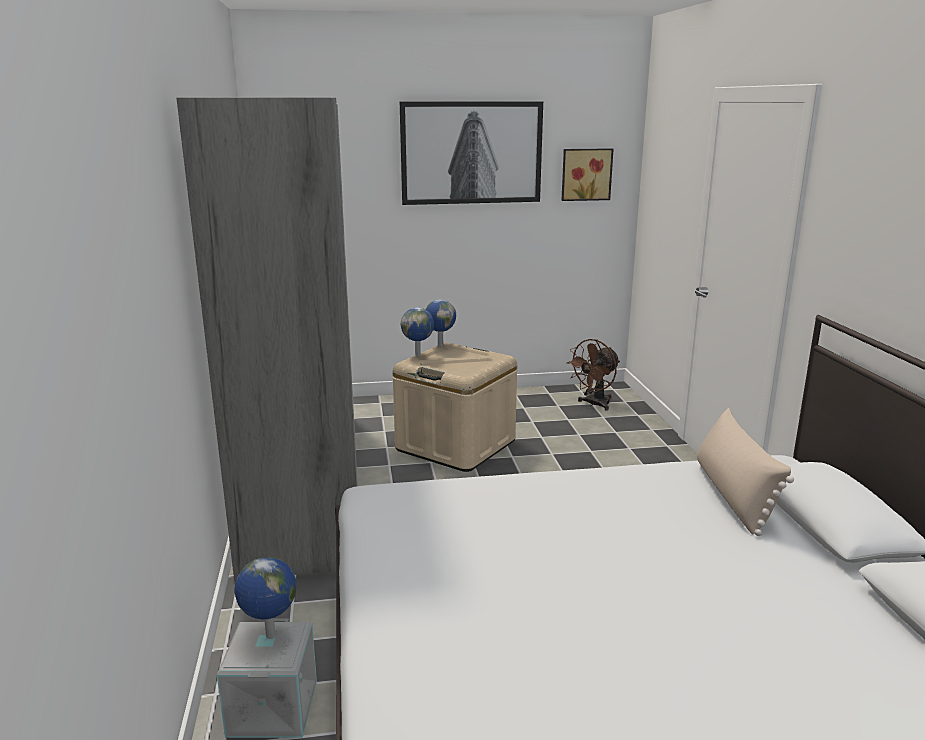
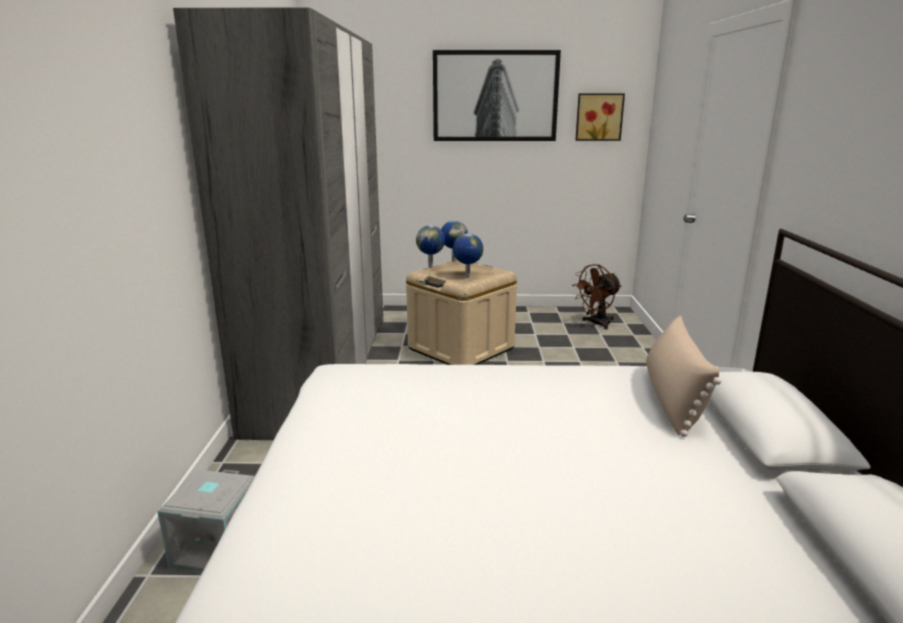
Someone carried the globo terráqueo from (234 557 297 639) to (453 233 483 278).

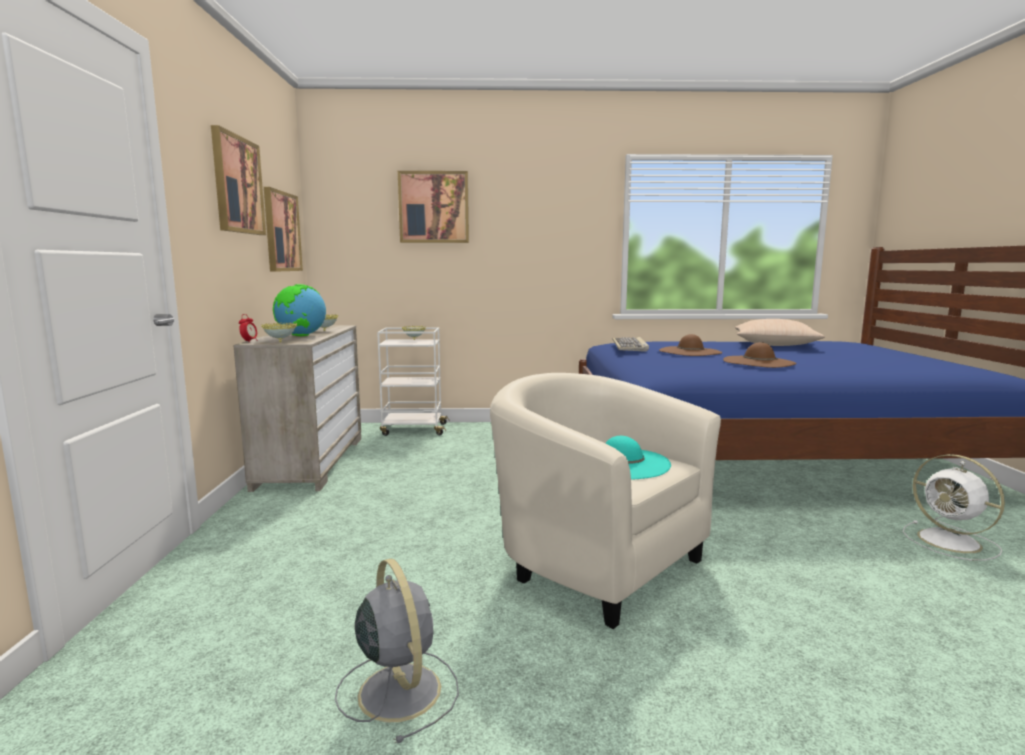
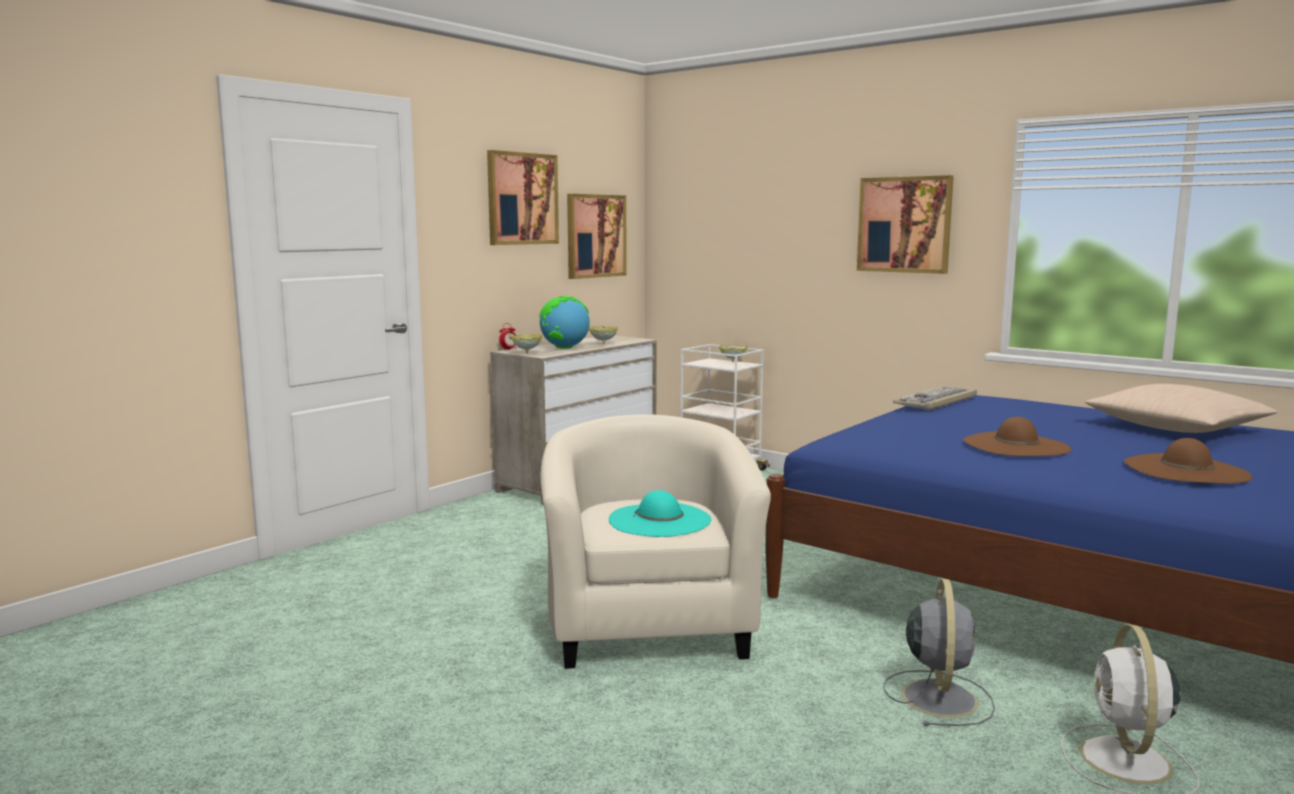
Someone carried the cuadro from (398 171 469 243) to (857 175 954 274).
Someone carried the ventilador/gris from (335 559 459 743) to (883 579 995 726).
Someone carried the sombrero/marrón from (659 334 722 356) to (1124 438 1252 484).

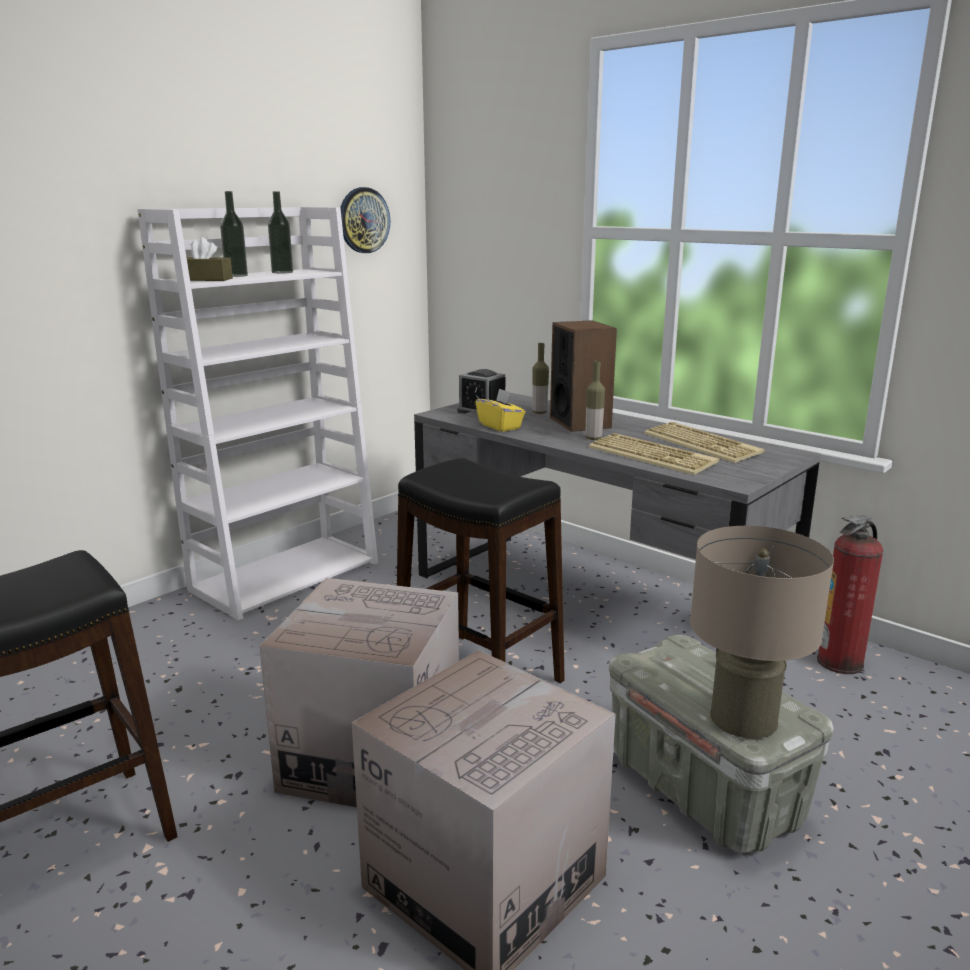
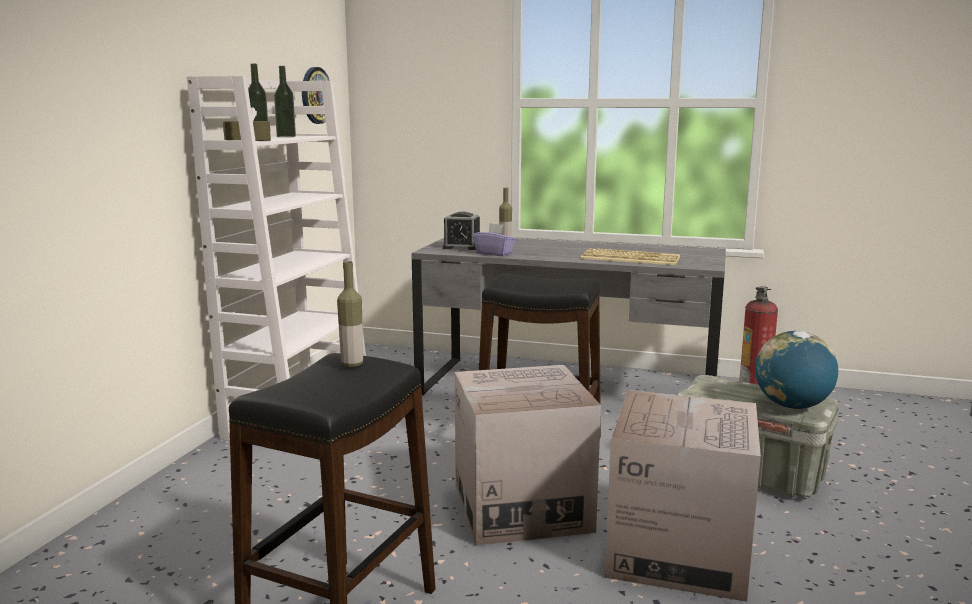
Someone carried the botella from (585 361 605 440) to (337 261 363 367).
Someone repainted the caja de pañuelos/amarillo at (475 388 525 432), which became the caja de pañuelos/morado at (473 223 516 256).
Someone swapped the lámpara de mesa/beis at (690 526 834 739) for the globo terráqueo at (755 331 838 409).
Someone took away the altavoz at (550 320 617 432).
Someone took away the teclado at (644 422 765 463).

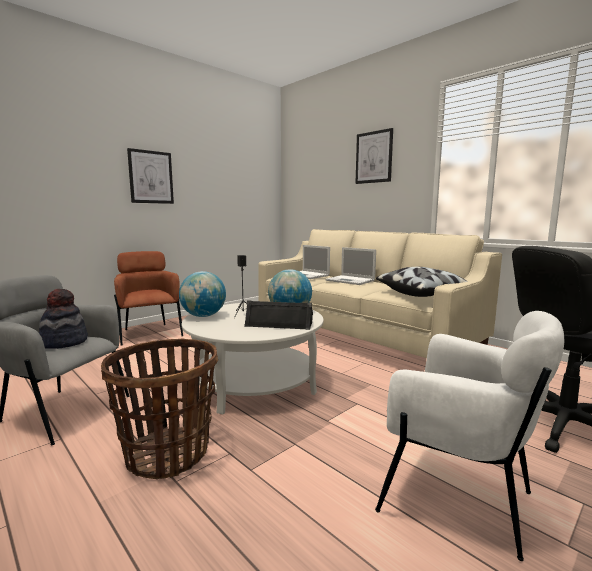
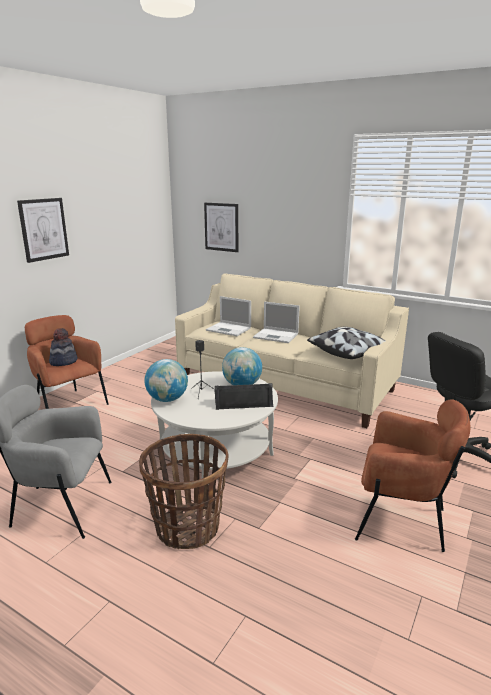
Someone carried the sombrero from (39 289 88 349) to (49 328 78 366).
Someone carried the cuadro from (355 128 393 184) to (204 203 238 252).
Someone repainted the sillón/blanco at (375 311 564 561), which became the sillón/marrón at (355 399 471 552).

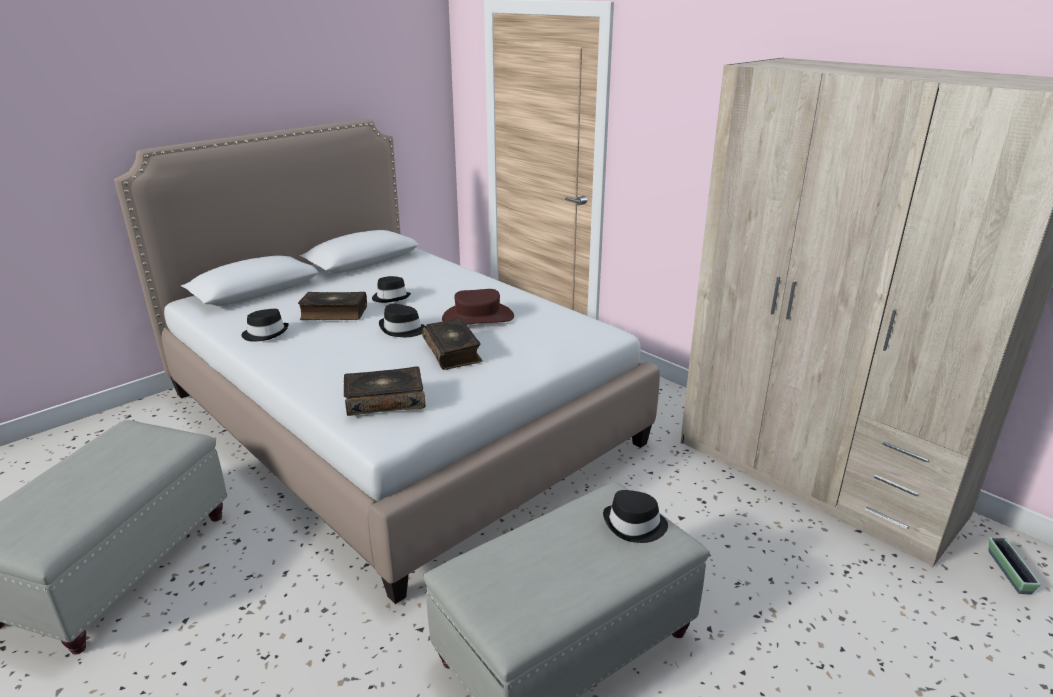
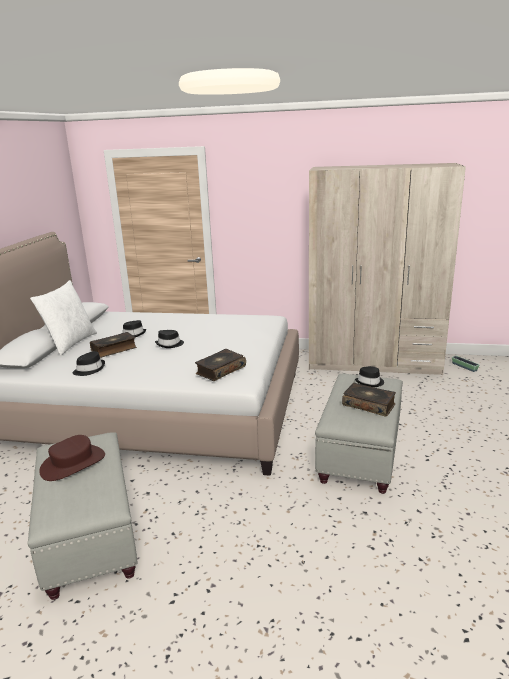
Someone put down the cojín/blanco at (30 280 97 356).
Someone carried the sombrero/marrón from (442 289 514 325) to (39 435 105 481).
Someone carried the libro from (422 318 483 370) to (342 383 396 417).

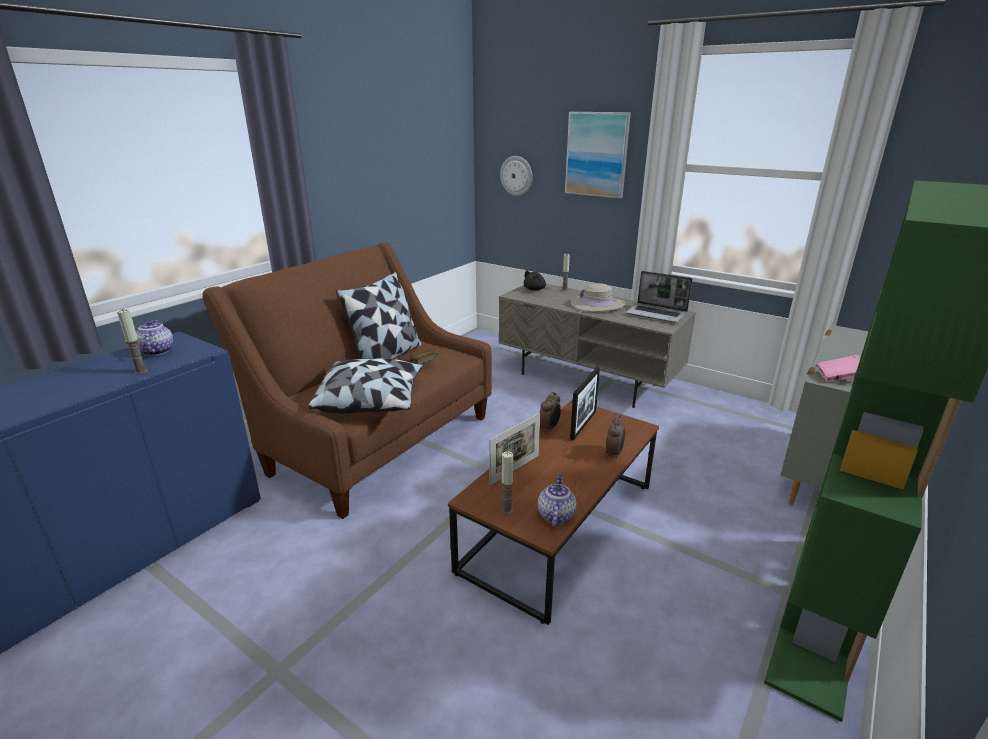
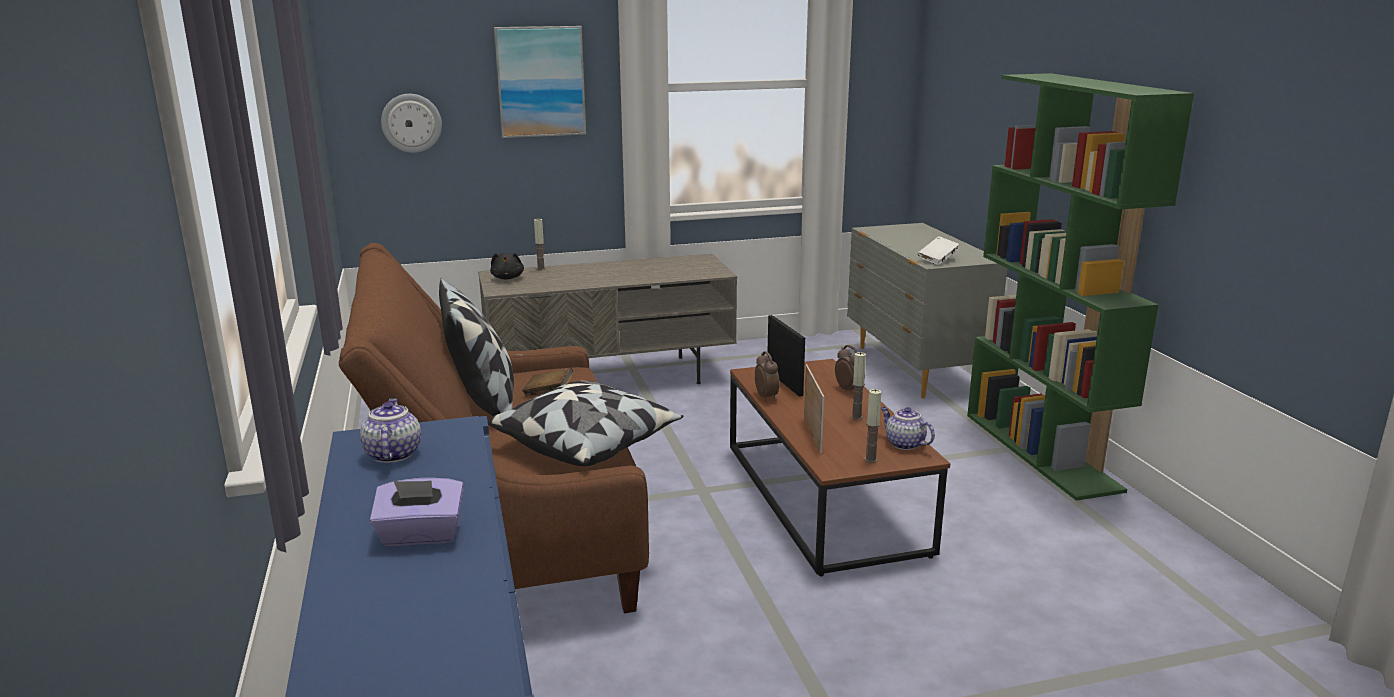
Someone rotated the tetera at (136 320 173 356) by 60 degrees clockwise.
Someone put down the caja de pañuelos/morado at (370 478 464 546).
Someone carried the vela from (117 309 148 374) to (851 352 866 420).
Someone repainted the libro/rosa at (817 355 860 383), which became the libro/blanco at (917 236 959 265).
Someone took away the sombrero/beis at (571 283 625 312).
Someone took away the portátil at (626 271 693 323).

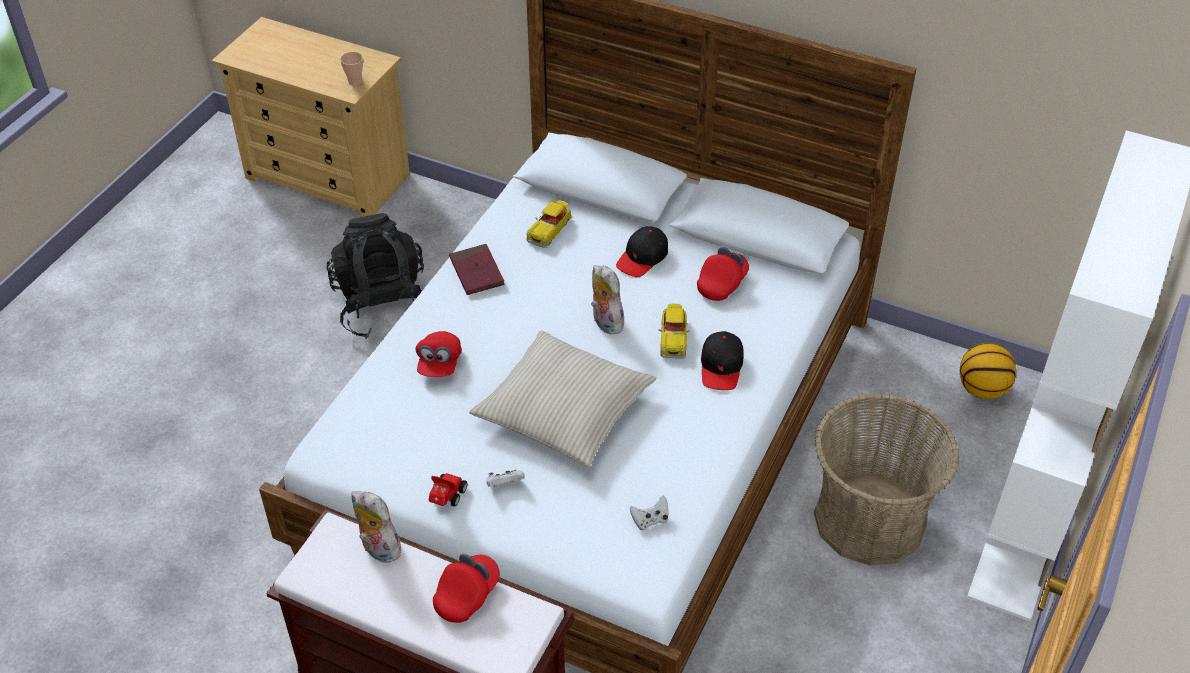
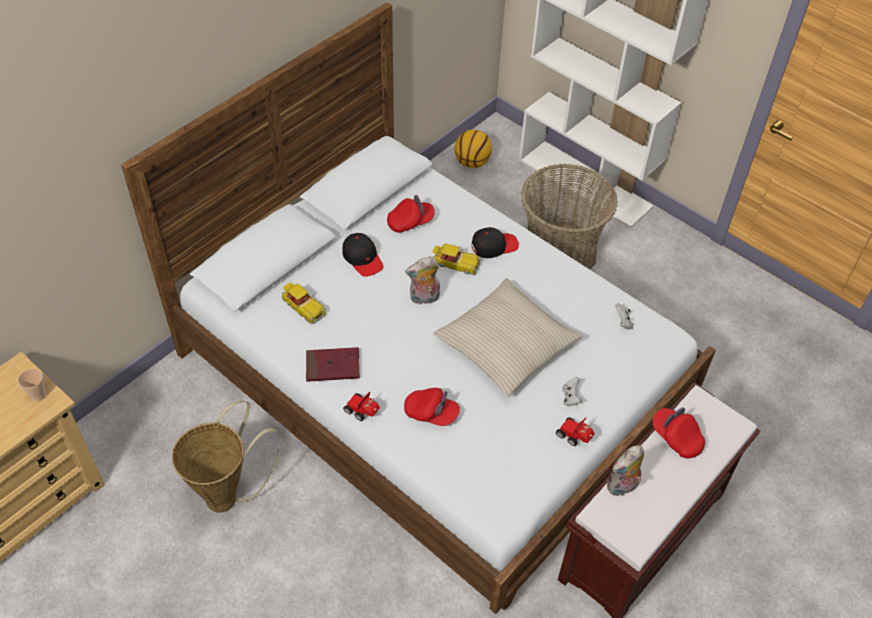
Someone swapped the mochila/negro at (327 213 424 339) for the cesta at (172 400 280 512).
Someone put down the coche de juguete at (343 392 380 421).
Someone rotated the gorra/rojo at (697 247 749 301) by 105 degrees clockwise.
Someone rotated the gorra/negro at (701 331 744 390) by 45 degrees counterclockwise.

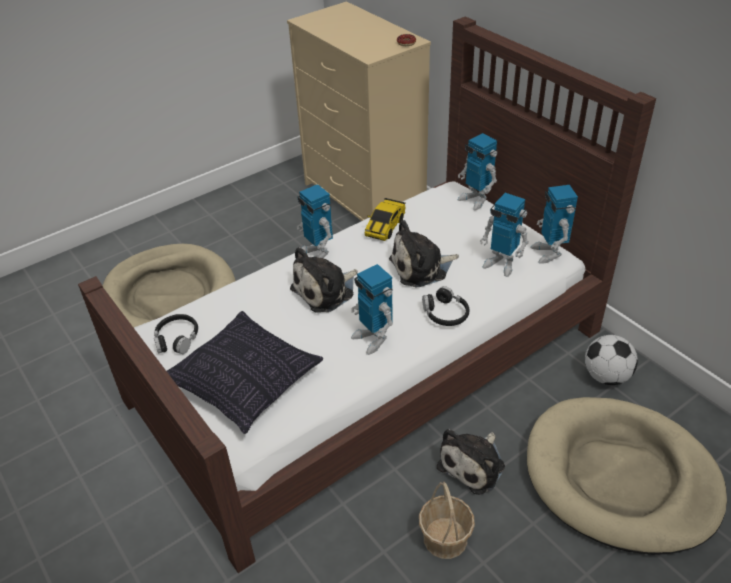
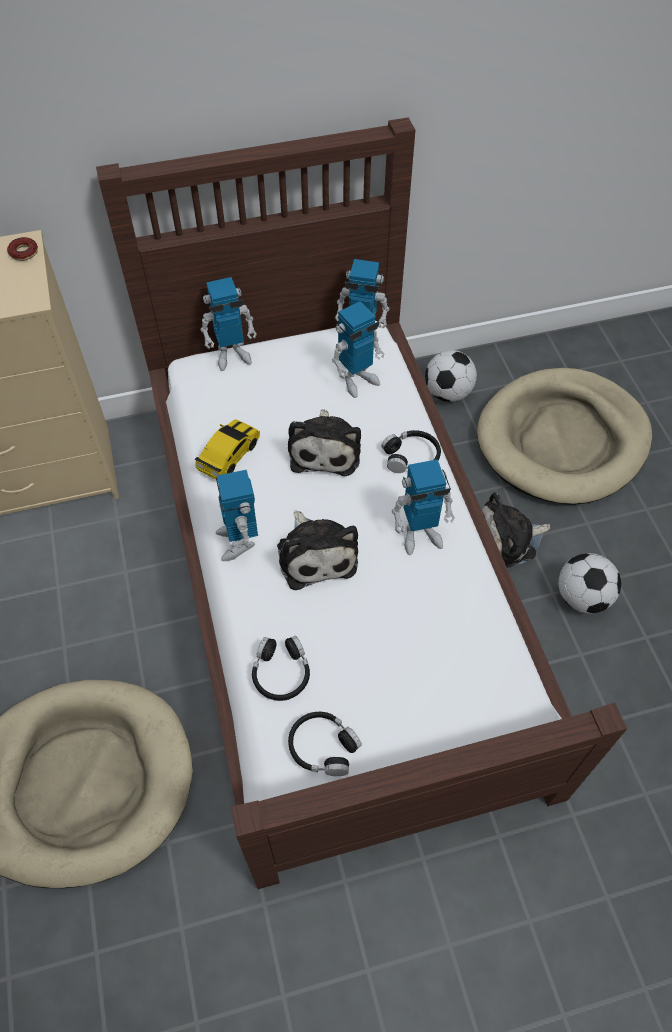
Someone rotated the coche de juguete at (364 198 405 241) by 105 degrees counterclockwise.
Someone rotated the robot de juguete at (297 184 333 258) by 90 degrees clockwise.
Someone put down the auriculares/negro at (252 636 310 701).
Someone rotated the peluche at (437 429 505 495) by 105 degrees clockwise.
Someone swapped the cesta at (419 482 475 559) for the balón de fútbol at (558 553 621 614).
Someone took away the cojín at (167 311 323 434).

